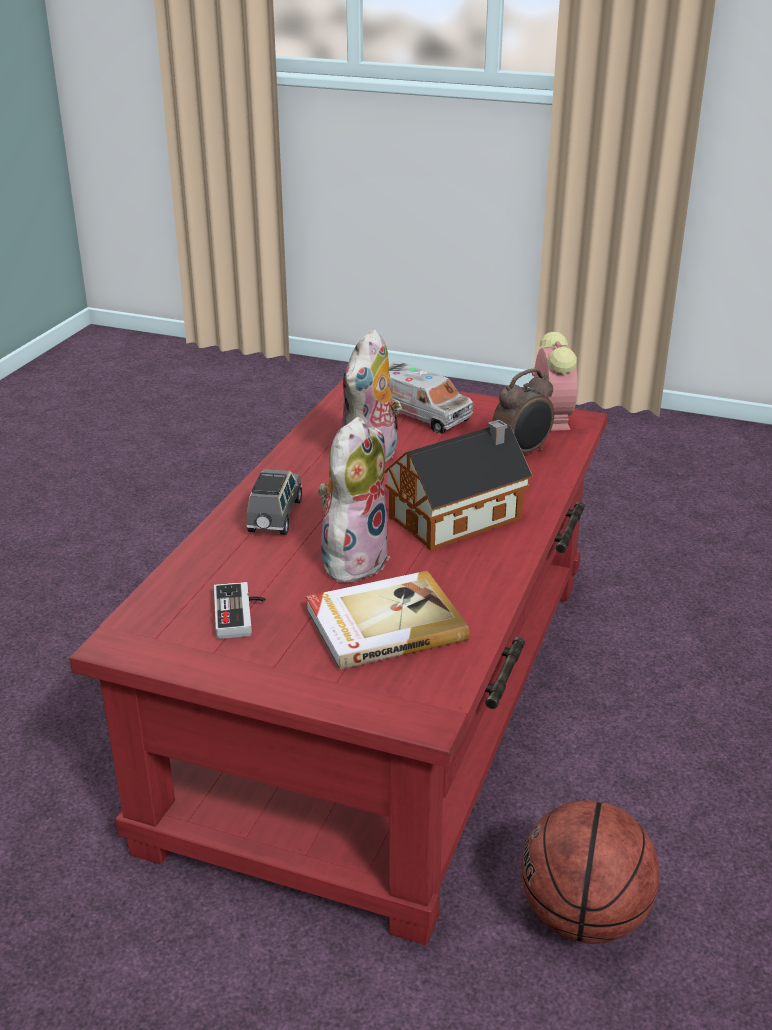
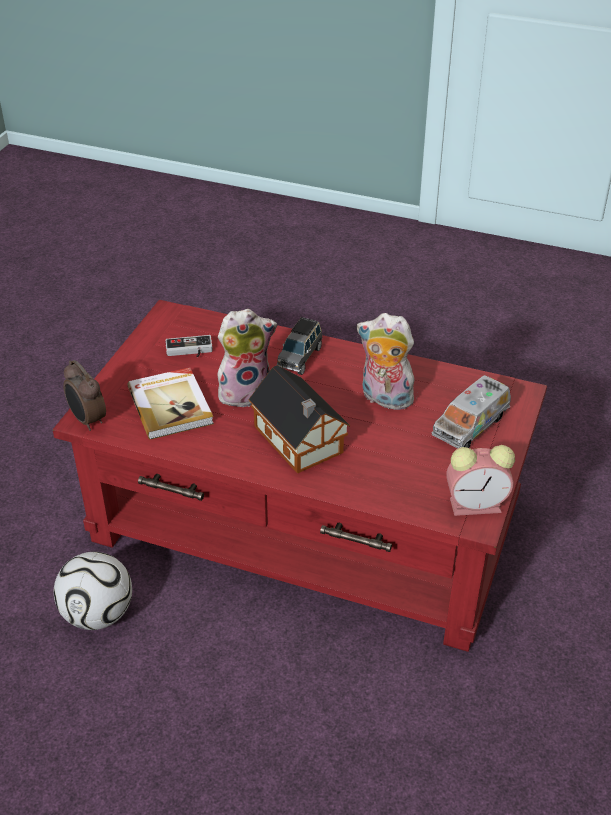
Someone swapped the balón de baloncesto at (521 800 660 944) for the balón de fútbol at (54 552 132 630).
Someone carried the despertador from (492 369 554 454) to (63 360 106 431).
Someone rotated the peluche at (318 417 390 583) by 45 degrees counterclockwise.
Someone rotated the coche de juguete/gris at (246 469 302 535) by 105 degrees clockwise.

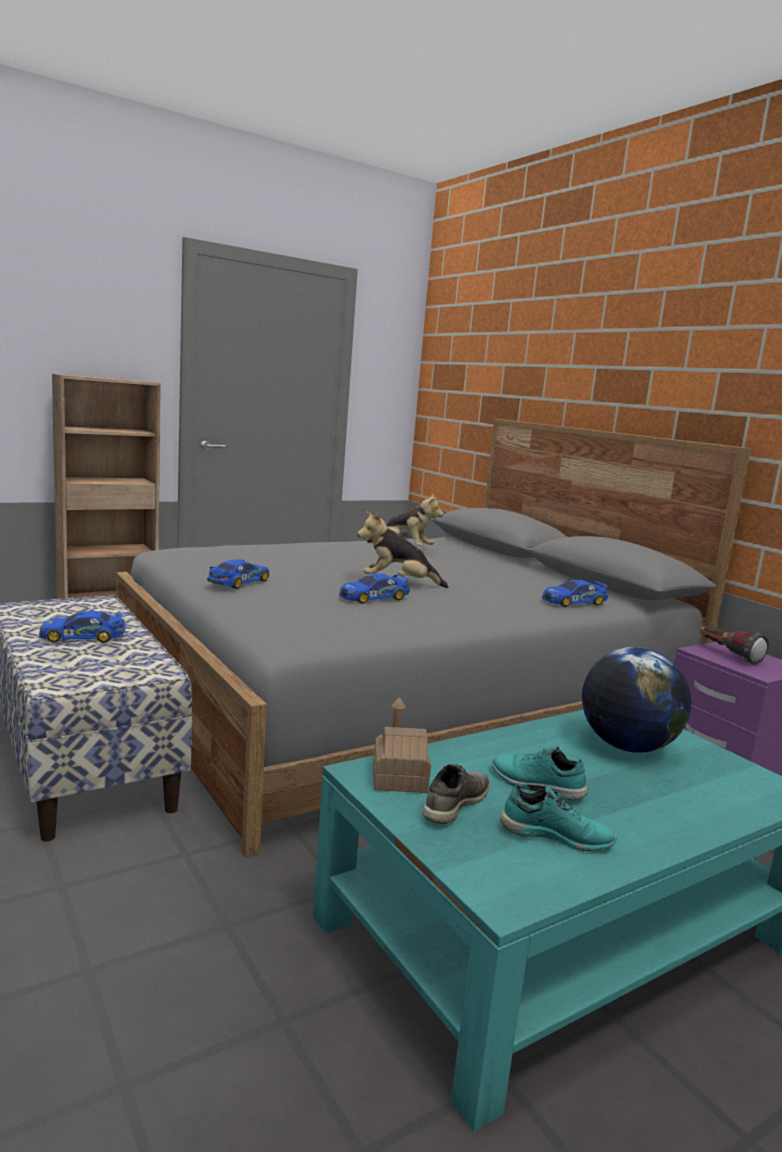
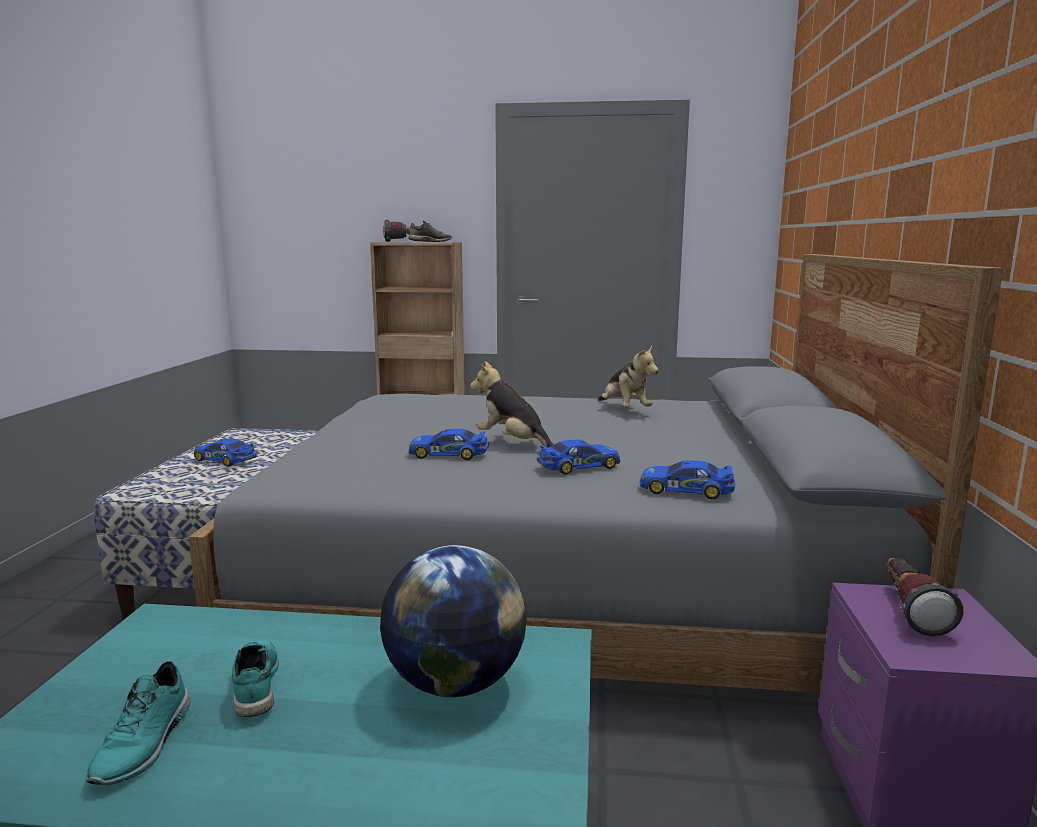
Someone rotated the zapato/turquesa at (500 785 617 851) by 45 degrees clockwise.
Someone put down the linterna at (383 220 420 242).
Someone carried the zapato/gris from (422 764 489 824) to (408 221 452 242).
Someone carried the coche de juguete from (207 559 269 589) to (537 440 621 475).
Someone took away the casita at (373 697 431 793).

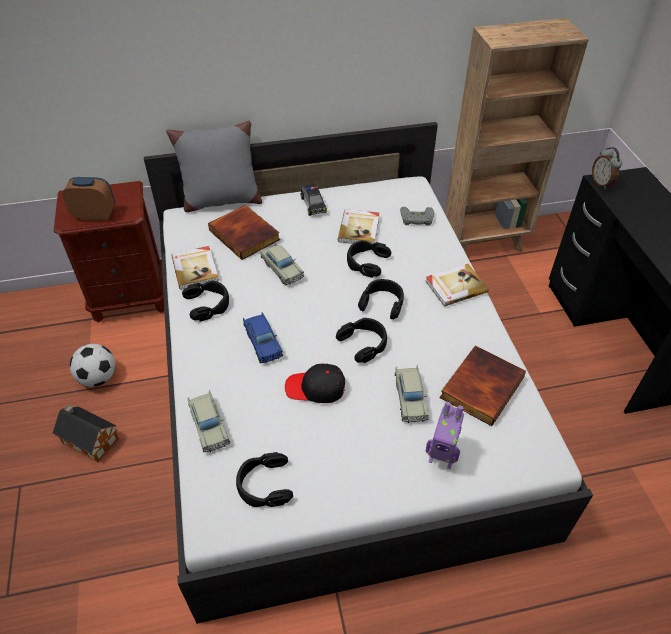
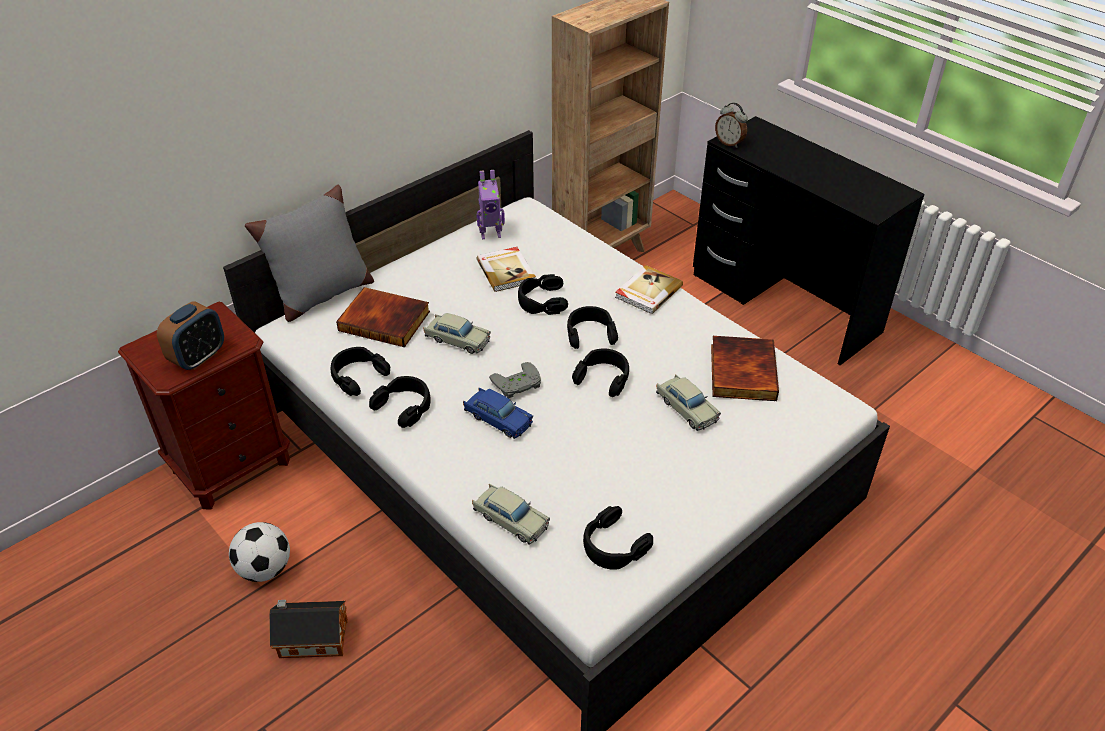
Someone rotated the despertador at (63 177 115 221) by 150 degrees clockwise.
Someone swapped the libro at (171 246 219 290) for the auriculares/negro at (331 347 390 396).
Someone carried the robot de juguete from (426 402 464 469) to (477 170 505 239).
Someone carried the mando de consola/gris from (400 207 434 226) to (489 362 541 398).
Someone took away the gorra/negro at (285 364 345 403).
Someone took away the coche de juguete at (301 183 327 216).

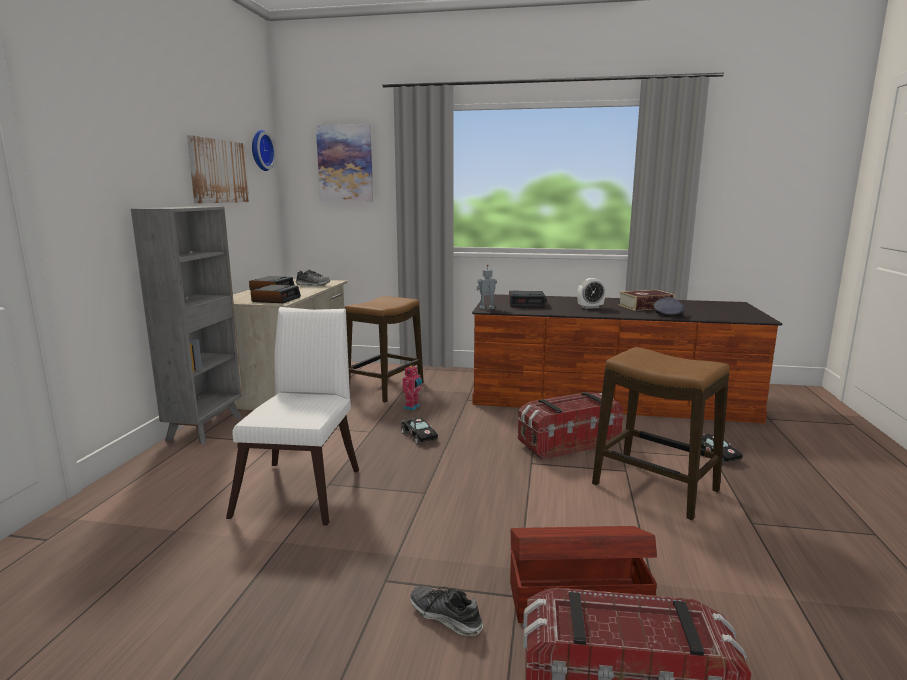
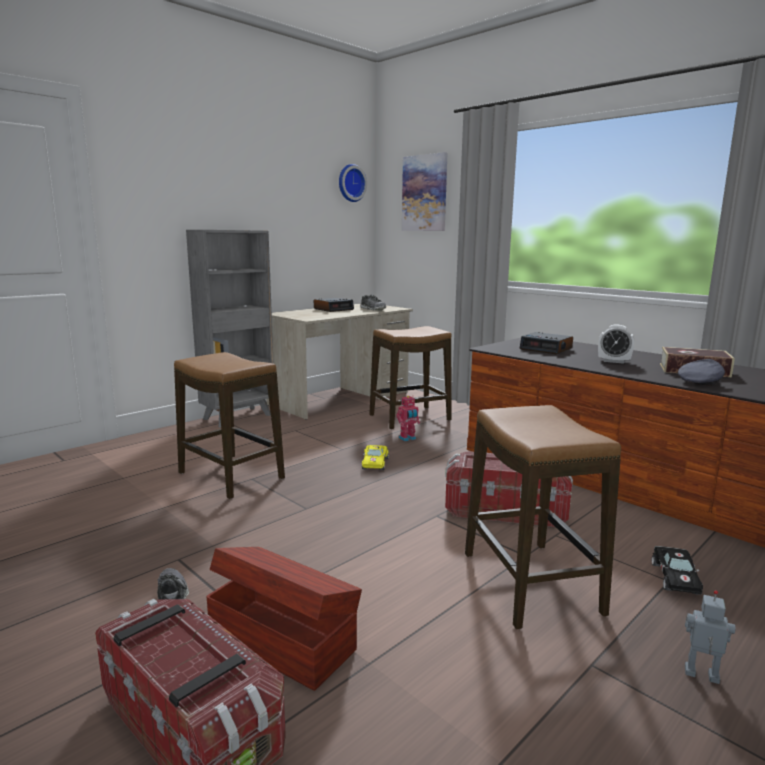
Someone swapped the silla/blanco at (226 307 359 526) for the taburete at (174 352 285 499).
Someone repainted the coche de juguete/negro at (401 417 438 444), which became the coche de juguete/amarillo at (362 445 389 470).
Someone carried the robot de juguete from (477 264 497 310) to (685 590 736 684).
Someone took away the cuadro at (187 135 249 204).
Someone took away the despertador at (251 285 301 303).

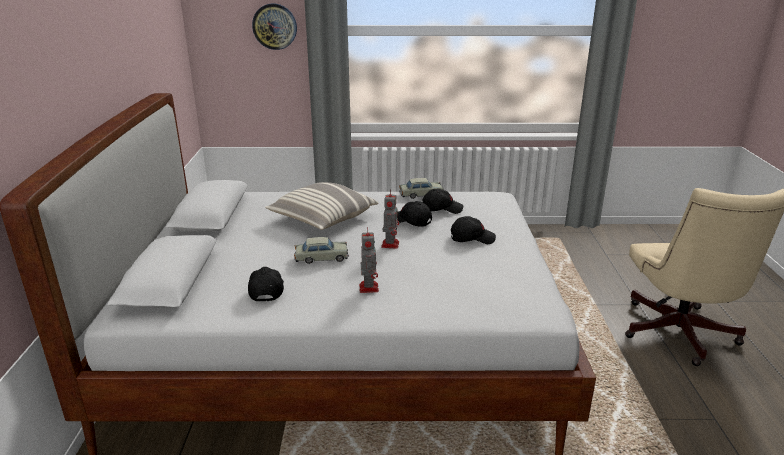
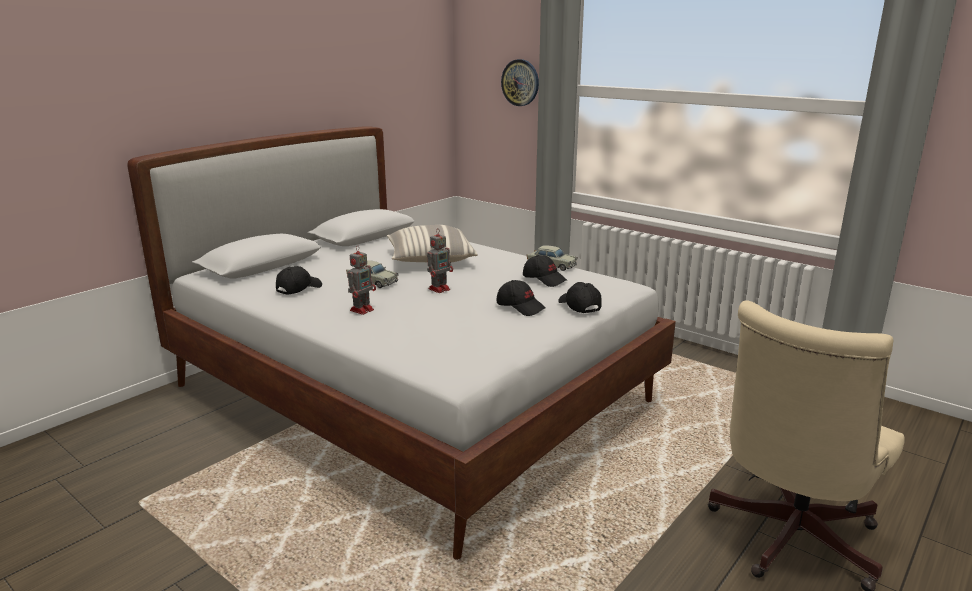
Someone carried the gorra/negro from (397 201 432 227) to (558 282 602 313).

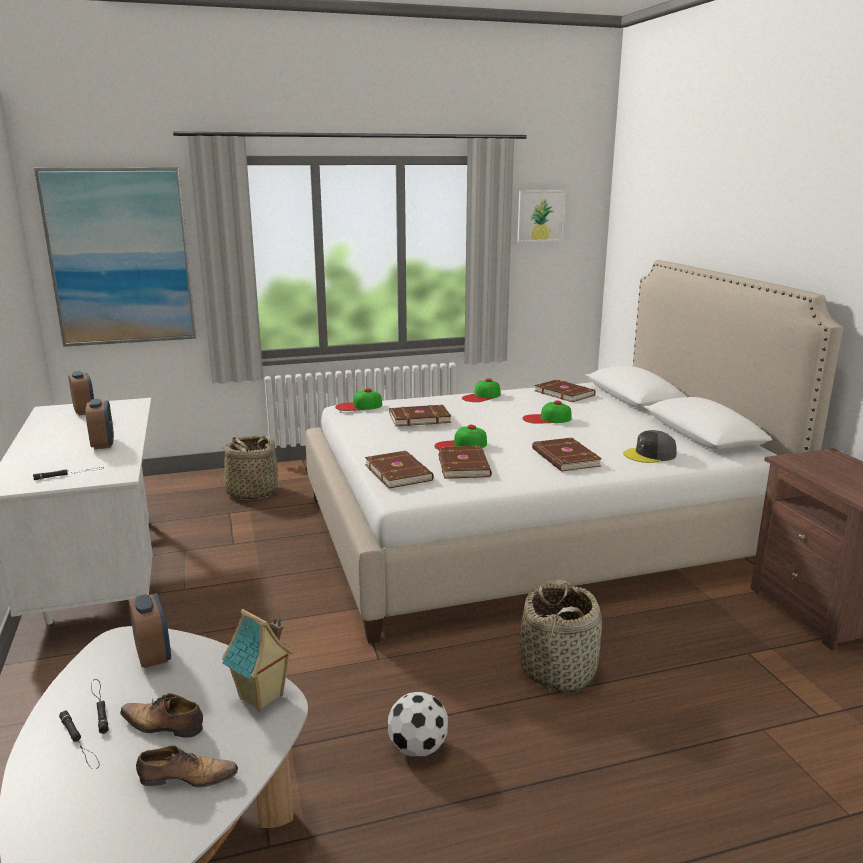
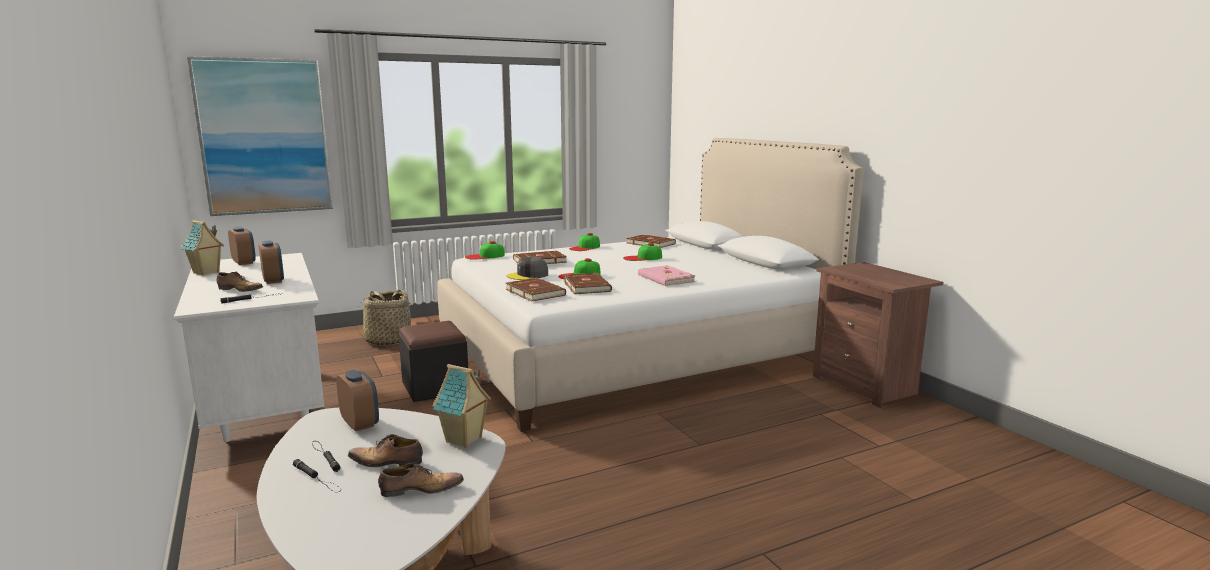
Someone put down the casita at (181 220 224 275).
Someone put down the zapato at (217 271 263 292).
Someone put down the puf/negro at (399 321 468 402).
Someone carried the gorra/gris from (623 430 677 463) to (507 256 548 280).
Someone repainted the libro/marrón at (532 438 602 471), which became the libro/rosa at (638 265 695 286).
Someone took away the balón de fútbol at (388 692 448 757).
Someone took away the cuadro at (517 190 566 242).
Someone took away the cesta at (519 580 602 693).

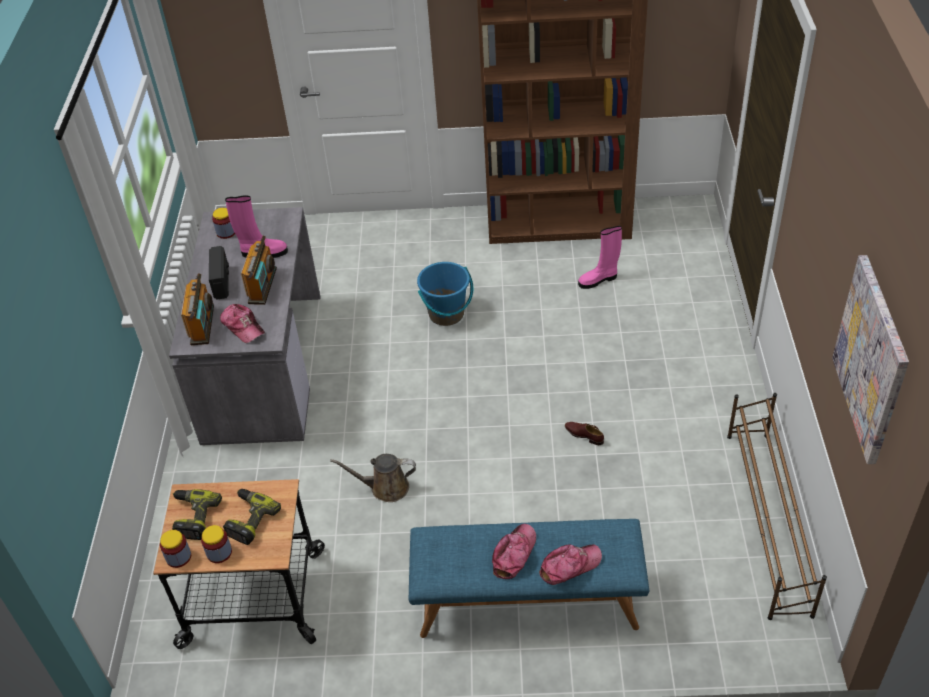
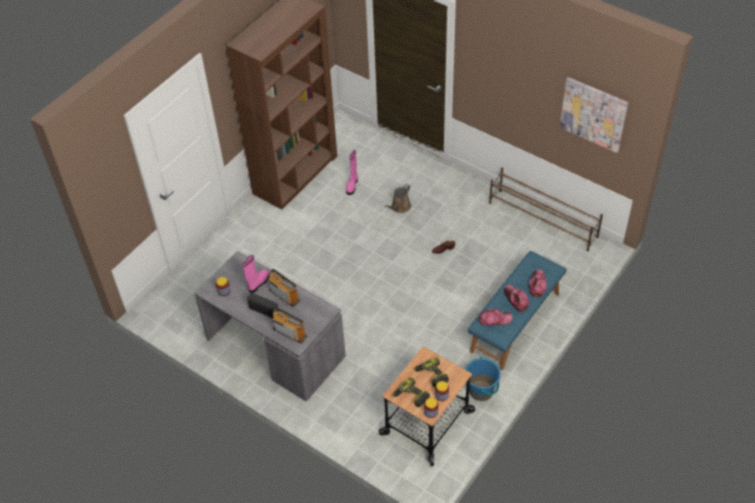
Someone carried the regadera/marrón from (330 454 416 502) to (384 184 411 213).
Someone carried the cubo/azul from (417 262 473 326) to (465 357 501 401).
Someone carried the gorra from (220 304 265 343) to (478 308 513 326).

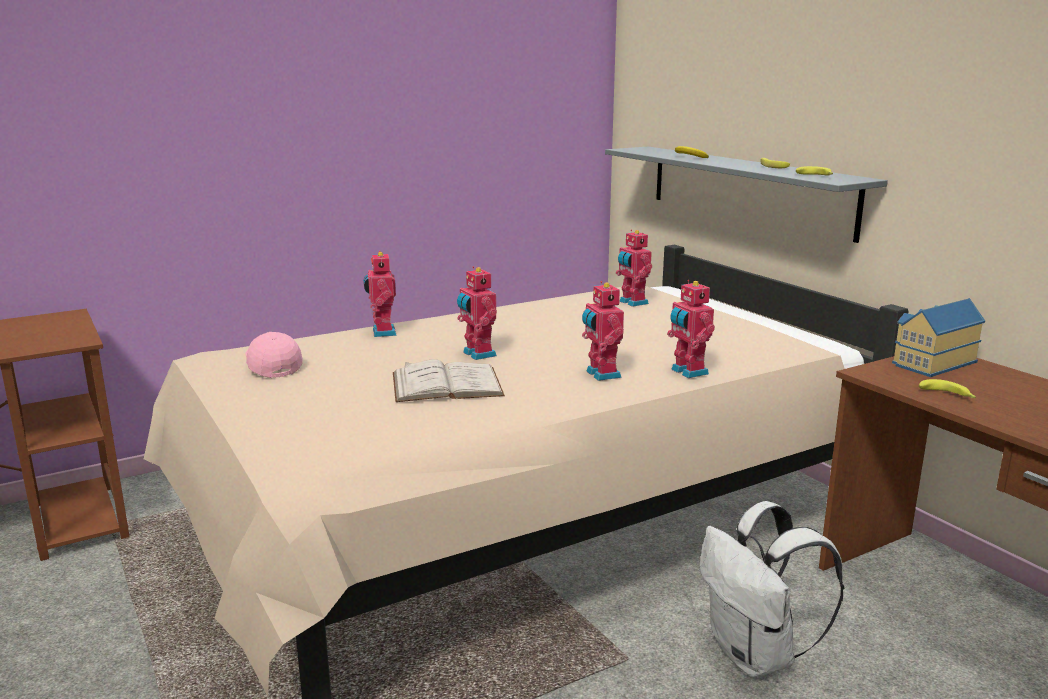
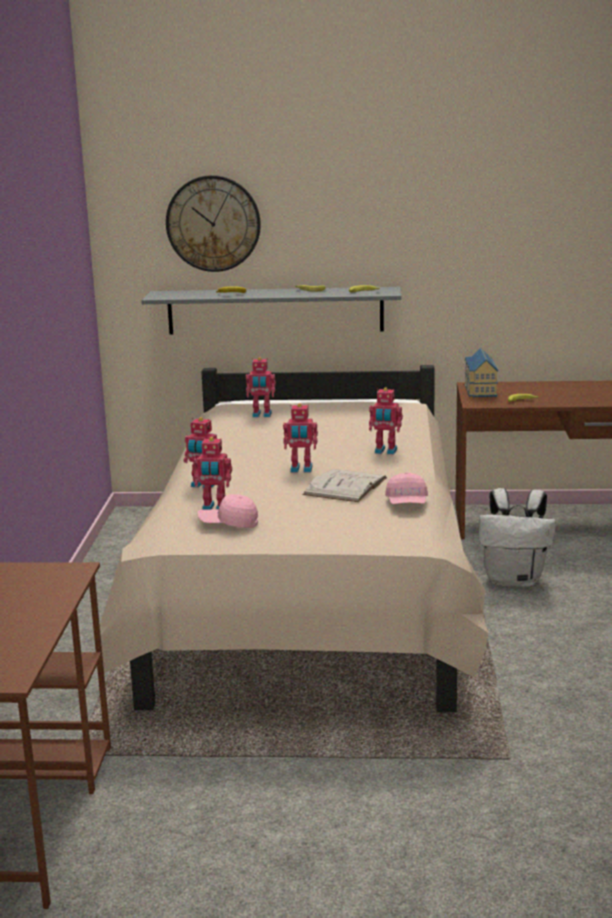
Someone put up the reloj de pared at (166 175 261 272).
Someone carried the robot de juguete from (667 280 715 378) to (194 437 232 510).
Someone put down the gorra/rosa at (385 472 428 504).

